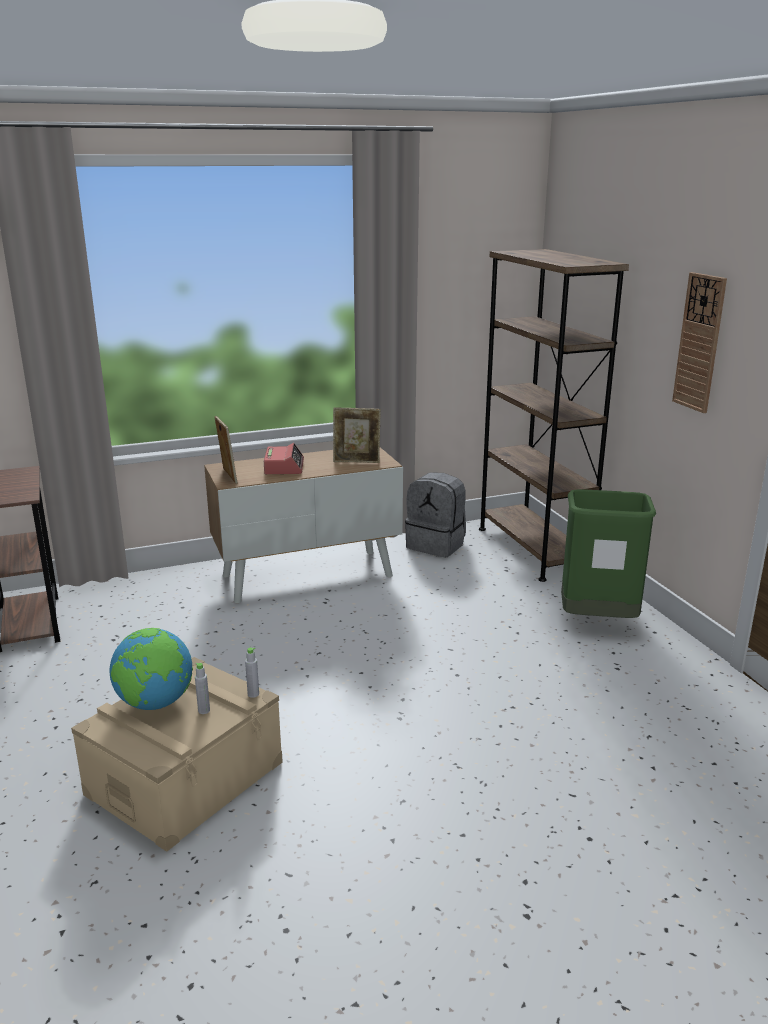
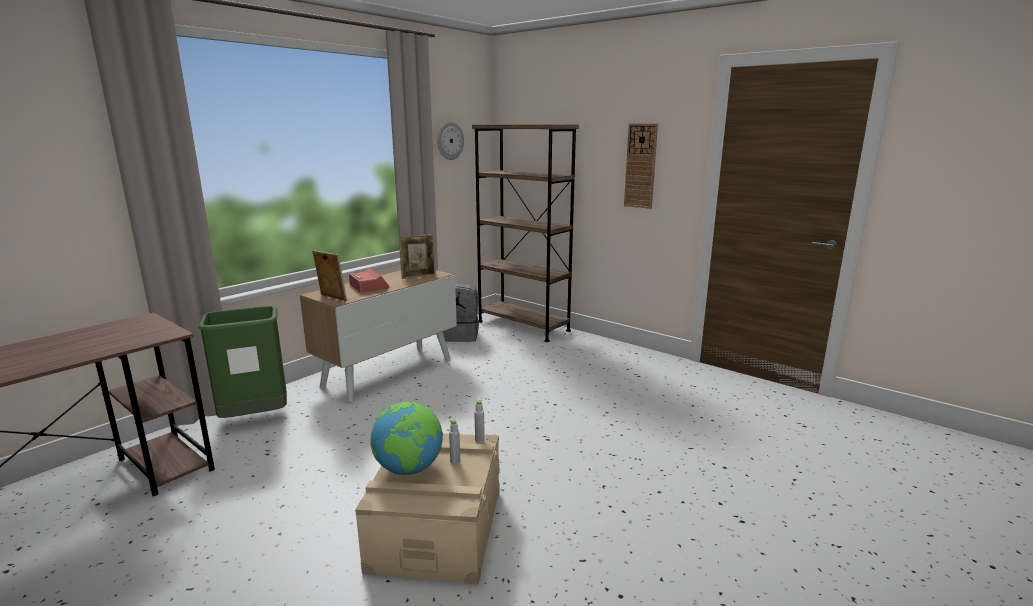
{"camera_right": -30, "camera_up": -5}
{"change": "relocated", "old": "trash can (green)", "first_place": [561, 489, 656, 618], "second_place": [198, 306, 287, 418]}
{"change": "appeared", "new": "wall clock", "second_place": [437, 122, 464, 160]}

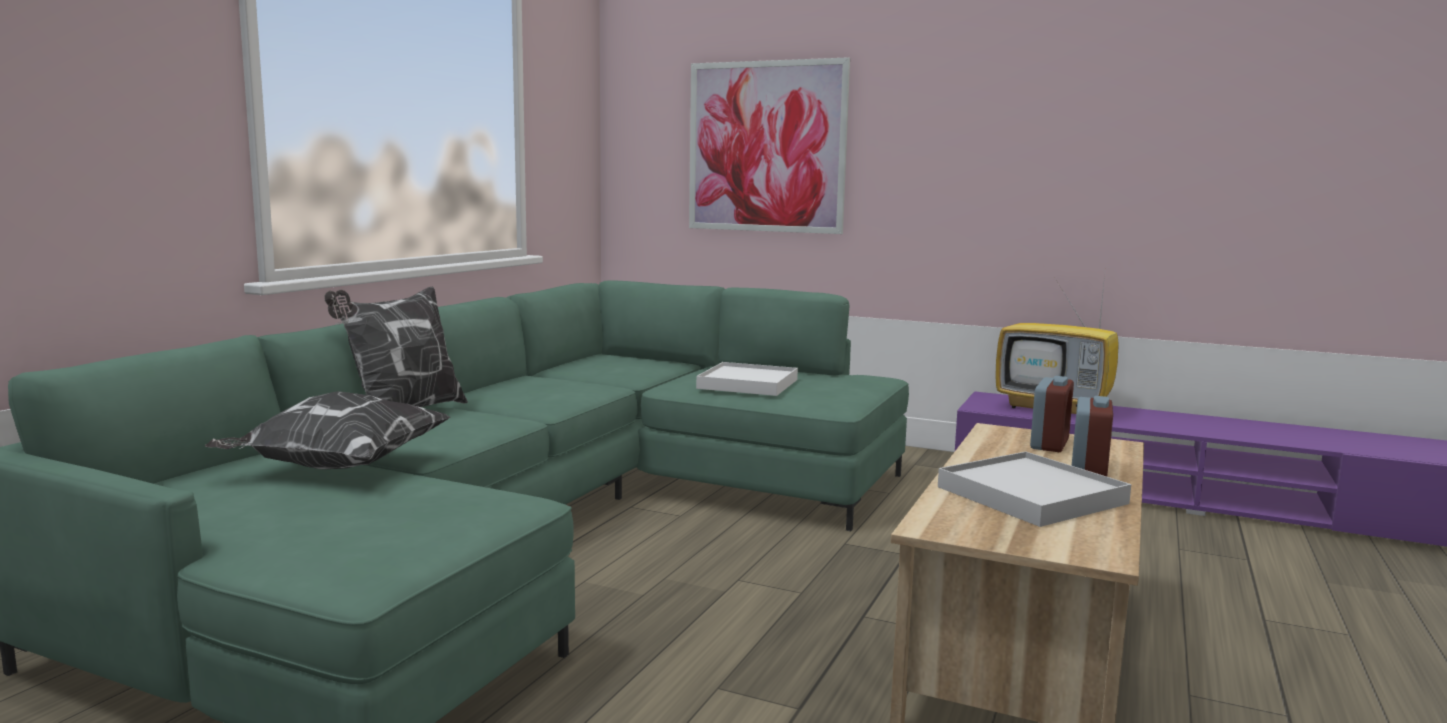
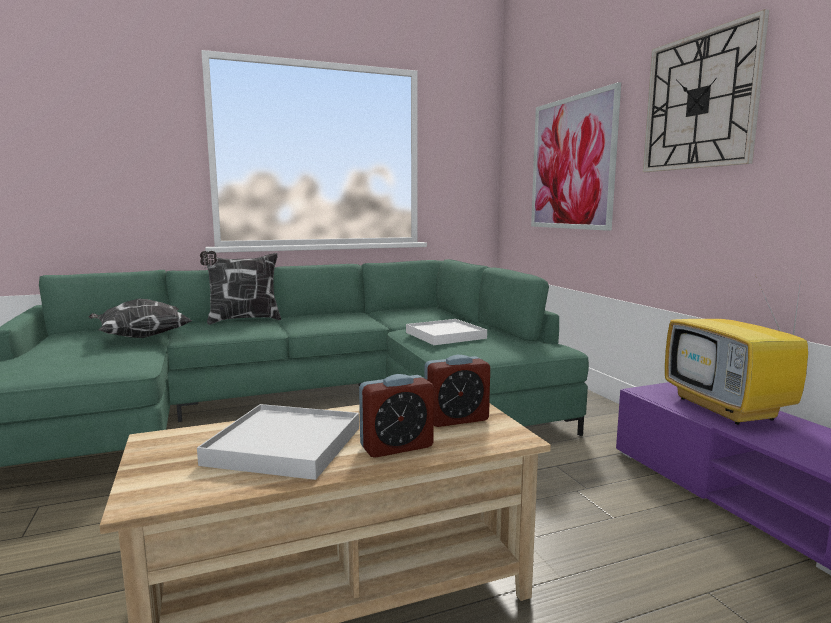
{"camera_right": 45, "camera_up": 0}
{"change": "appeared", "new": "wall clock", "second_place": [643, 9, 769, 172]}

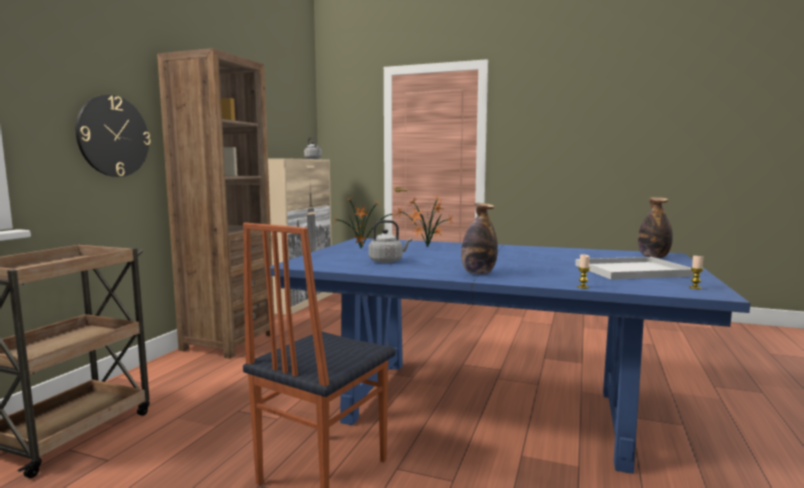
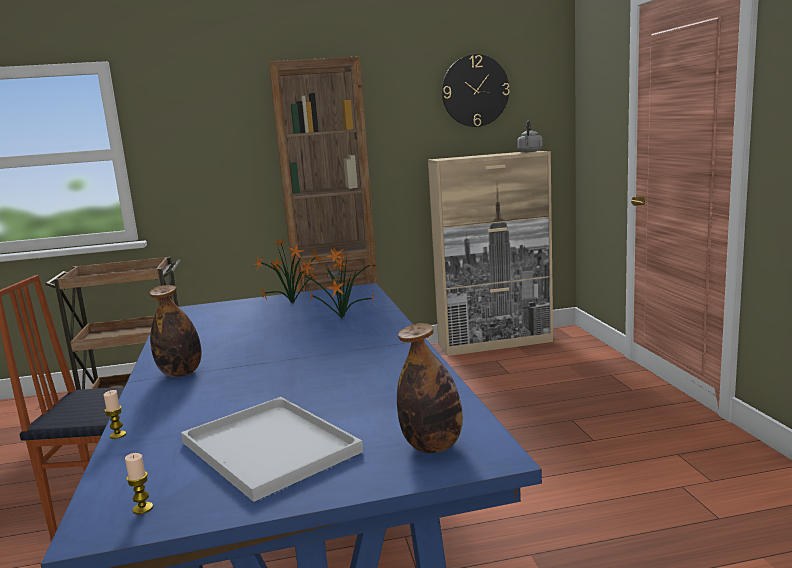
{"camera_right": 60, "camera_up": 5}
{"change": "relocated", "old": "wall clock", "first_place": [76, 95, 151, 177], "second_place": [442, 54, 510, 127]}
{"change": "missing", "old": "kettle (grey)", "first_place": [369, 220, 412, 263]}

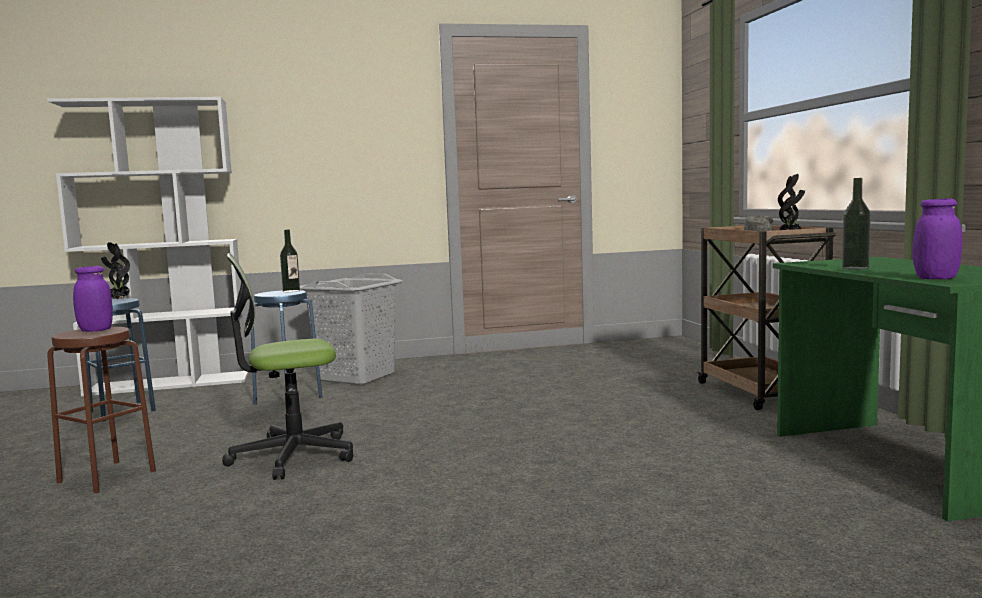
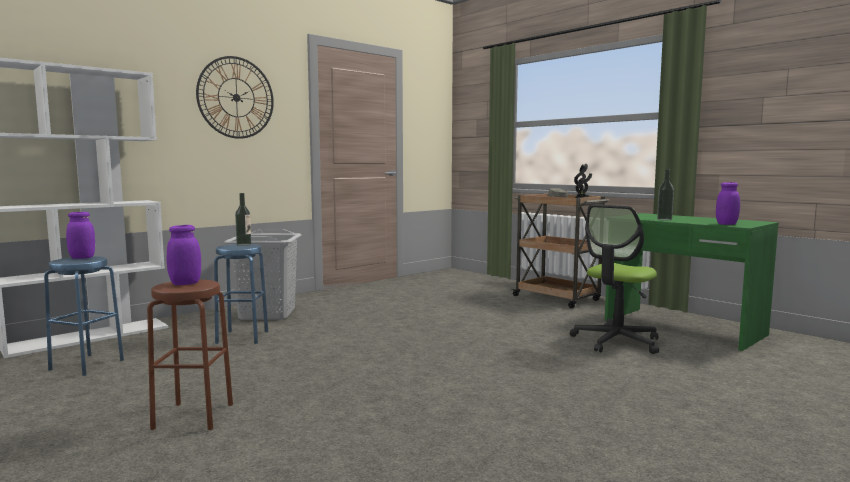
{"camera_right": -30, "camera_up": 0}
{"change": "exchanged", "old": "potted plant", "new": "jar (purple)", "first_place": [101, 242, 130, 300], "second_place": [66, 212, 95, 259]}
{"change": "appeared", "new": "wall clock", "second_place": [196, 56, 274, 139]}
{"change": "relocated", "old": "office chair", "first_place": [222, 253, 353, 480], "second_place": [570, 204, 659, 354]}

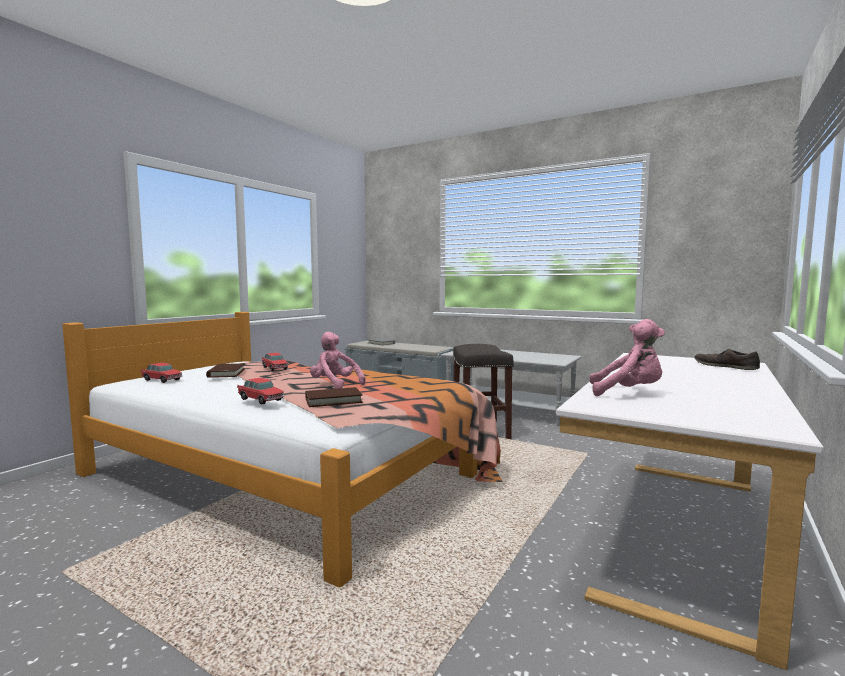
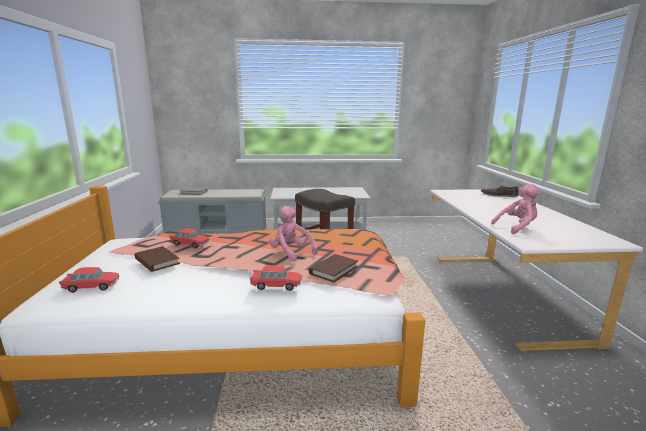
{"camera_right": -35, "camera_up": 10}
{"change": "spun", "old": "plush toy (pink)", "first_place": [310, 332, 366, 389], "second_place": [269, 206, 318, 261], "degrees": 45}

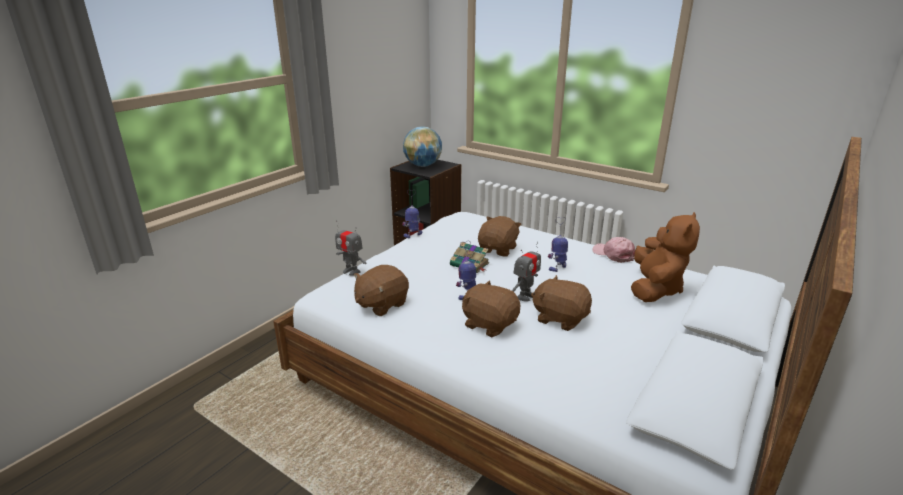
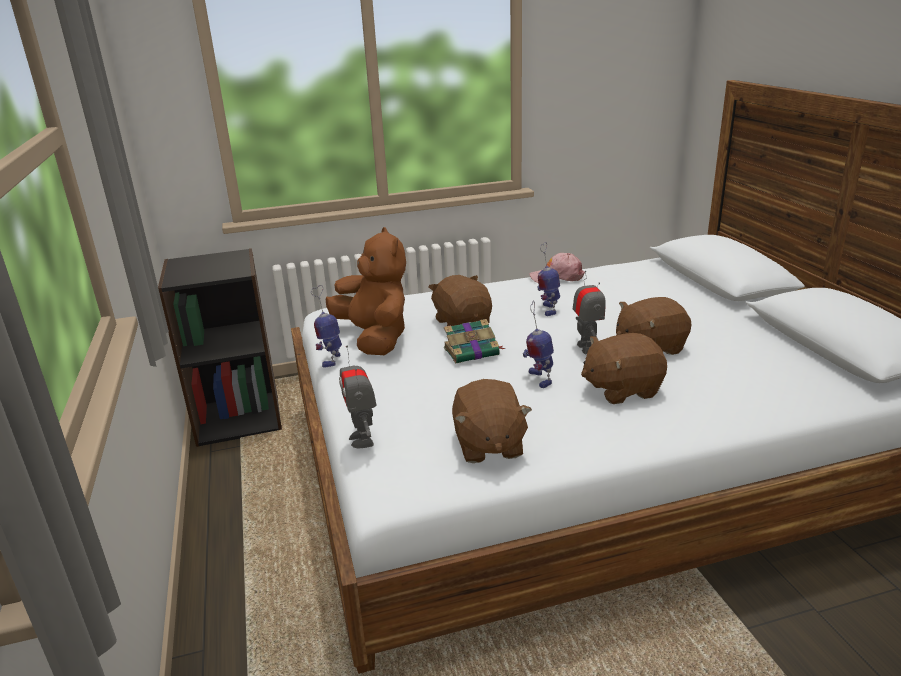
{"camera_right": -50, "camera_up": 0}
{"change": "relocated", "old": "plush toy (brown)", "first_place": [631, 212, 700, 302], "second_place": [325, 227, 406, 355]}
{"change": "spun", "old": "toy robot", "first_place": [335, 220, 367, 276], "second_place": [339, 345, 376, 448], "degrees": 90}
{"change": "missing", "old": "globe", "first_place": [403, 127, 442, 167]}

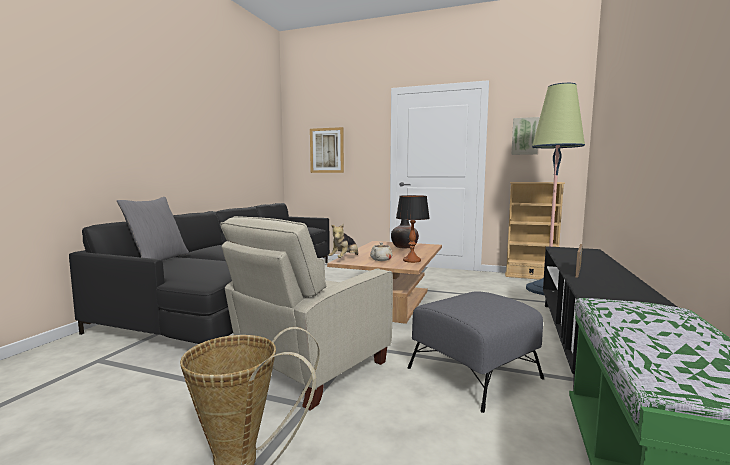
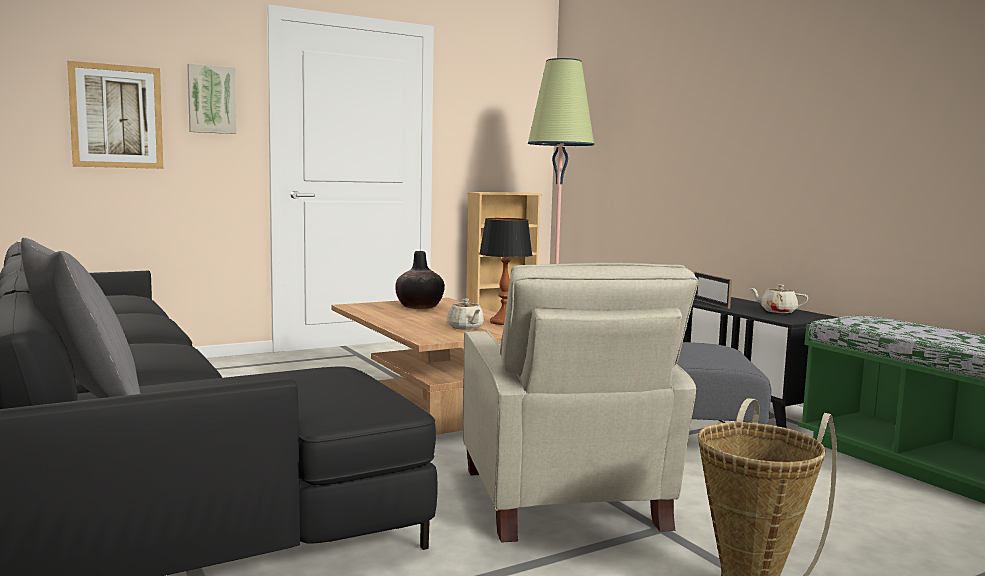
{"camera_right": -50, "camera_up": 0}
{"change": "relocated", "old": "picture", "first_place": [511, 117, 540, 155], "second_place": [187, 63, 237, 134]}
{"change": "appeared", "new": "teapot (beige)", "second_place": [750, 284, 808, 313]}
{"change": "missing", "old": "plush toy", "first_place": [329, 223, 358, 258]}

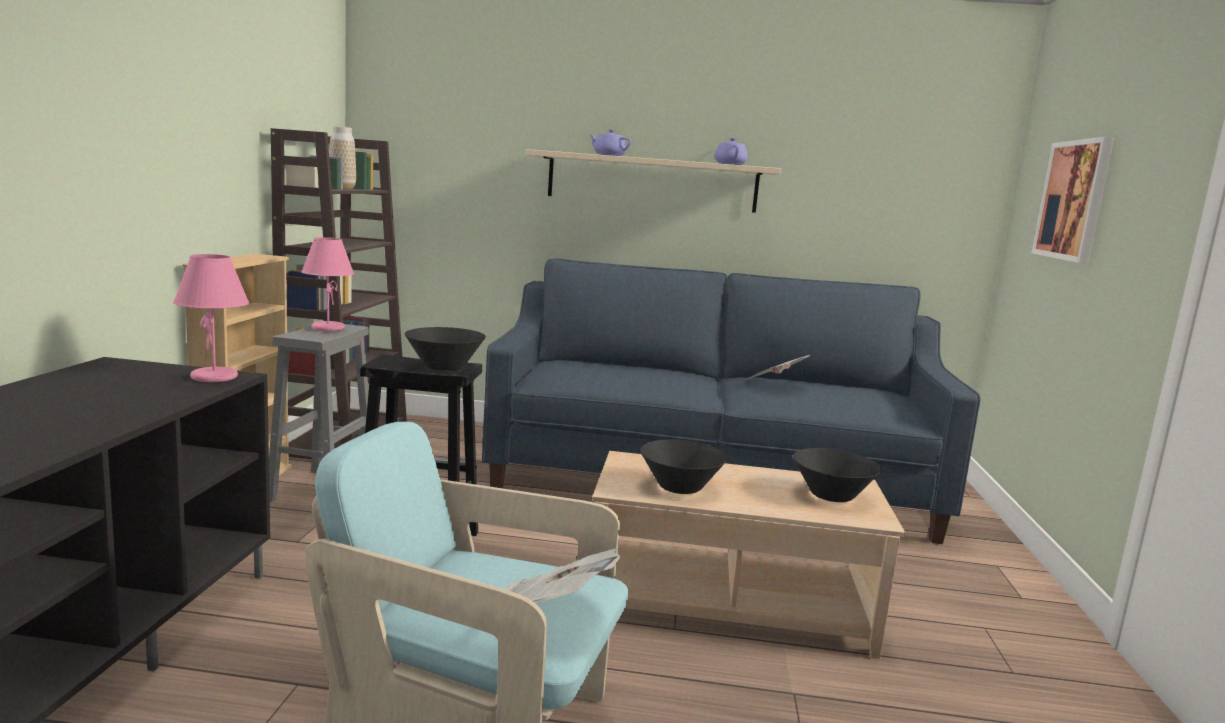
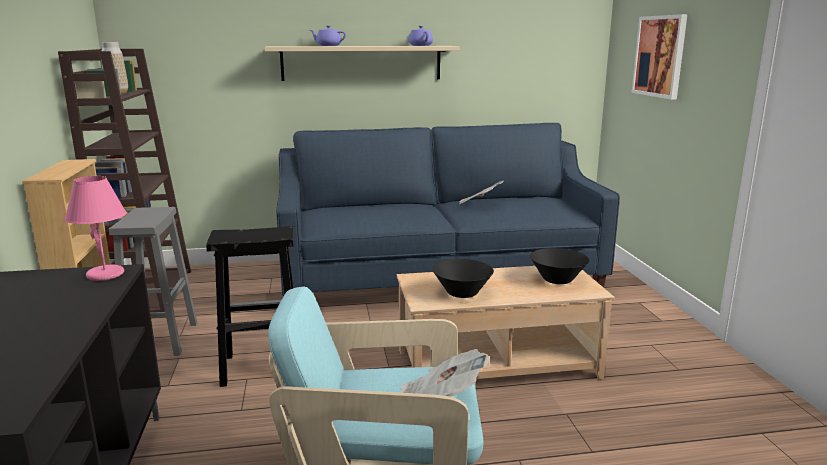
{"camera_right": -15, "camera_up": 5}
{"change": "missing", "old": "table lamp (pink)", "first_place": [301, 237, 354, 331]}
{"change": "missing", "old": "bowl (black)", "first_place": [404, 327, 486, 371]}

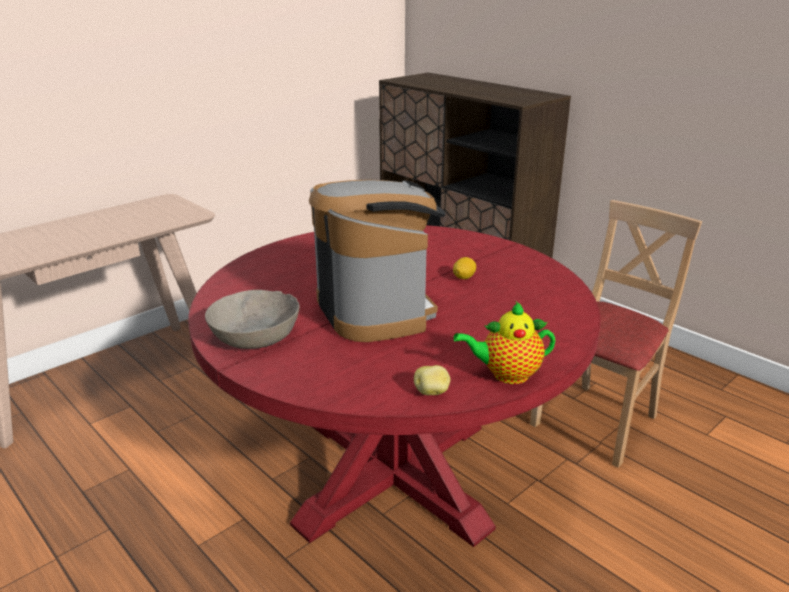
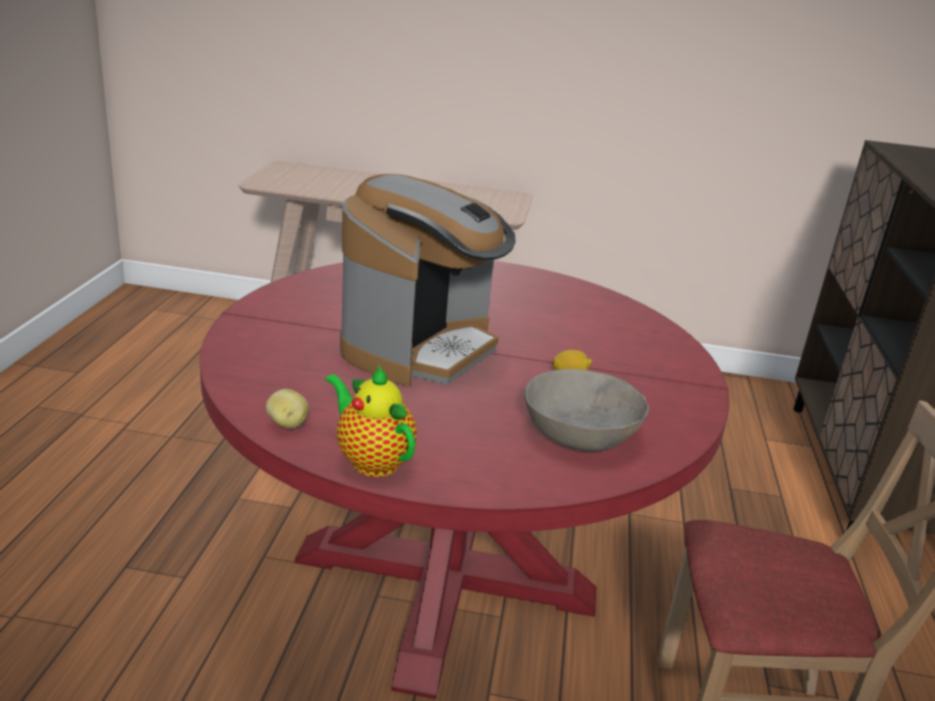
{"camera_right": 50, "camera_up": 0}
{"change": "relocated", "old": "bowl (grey)", "first_place": [205, 290, 300, 349], "second_place": [524, 369, 649, 452]}

